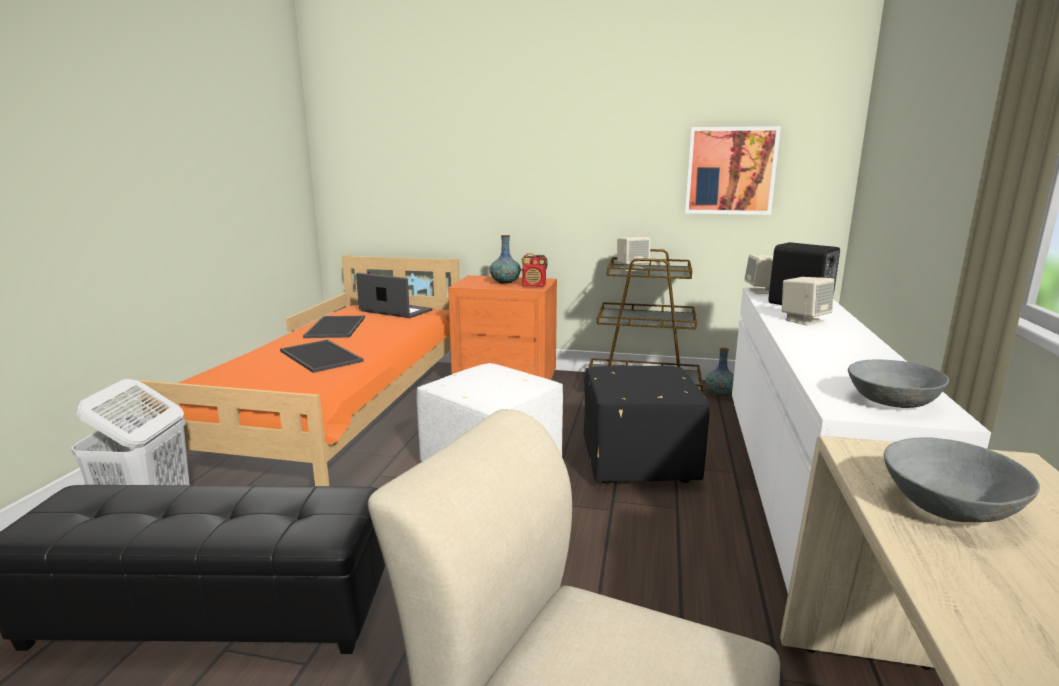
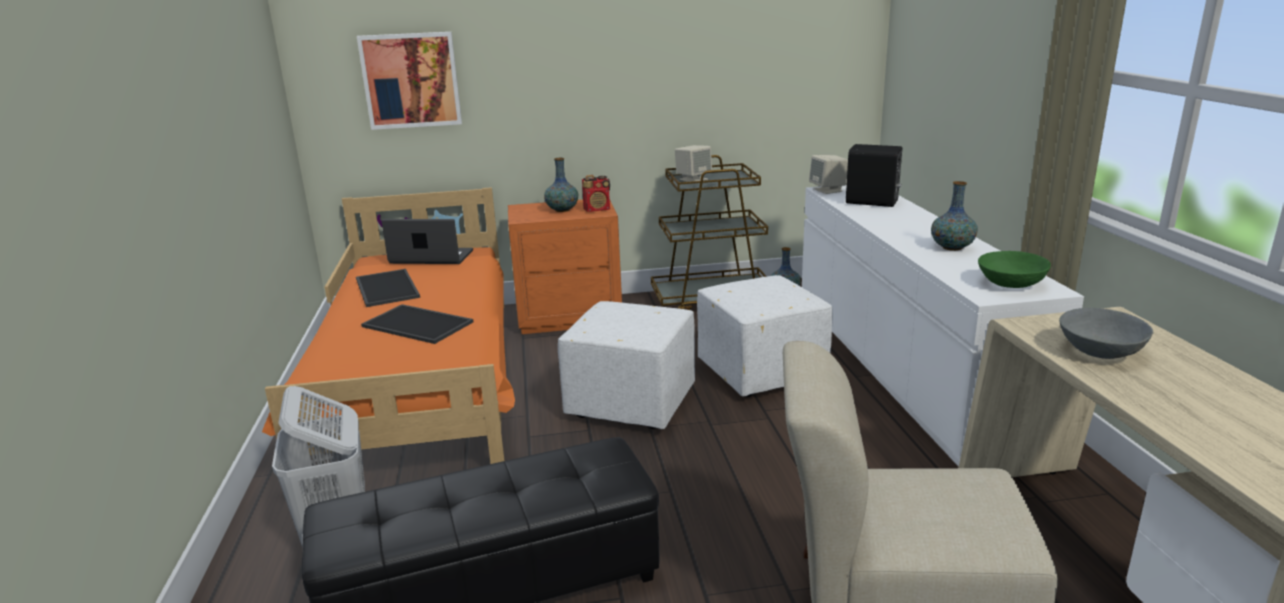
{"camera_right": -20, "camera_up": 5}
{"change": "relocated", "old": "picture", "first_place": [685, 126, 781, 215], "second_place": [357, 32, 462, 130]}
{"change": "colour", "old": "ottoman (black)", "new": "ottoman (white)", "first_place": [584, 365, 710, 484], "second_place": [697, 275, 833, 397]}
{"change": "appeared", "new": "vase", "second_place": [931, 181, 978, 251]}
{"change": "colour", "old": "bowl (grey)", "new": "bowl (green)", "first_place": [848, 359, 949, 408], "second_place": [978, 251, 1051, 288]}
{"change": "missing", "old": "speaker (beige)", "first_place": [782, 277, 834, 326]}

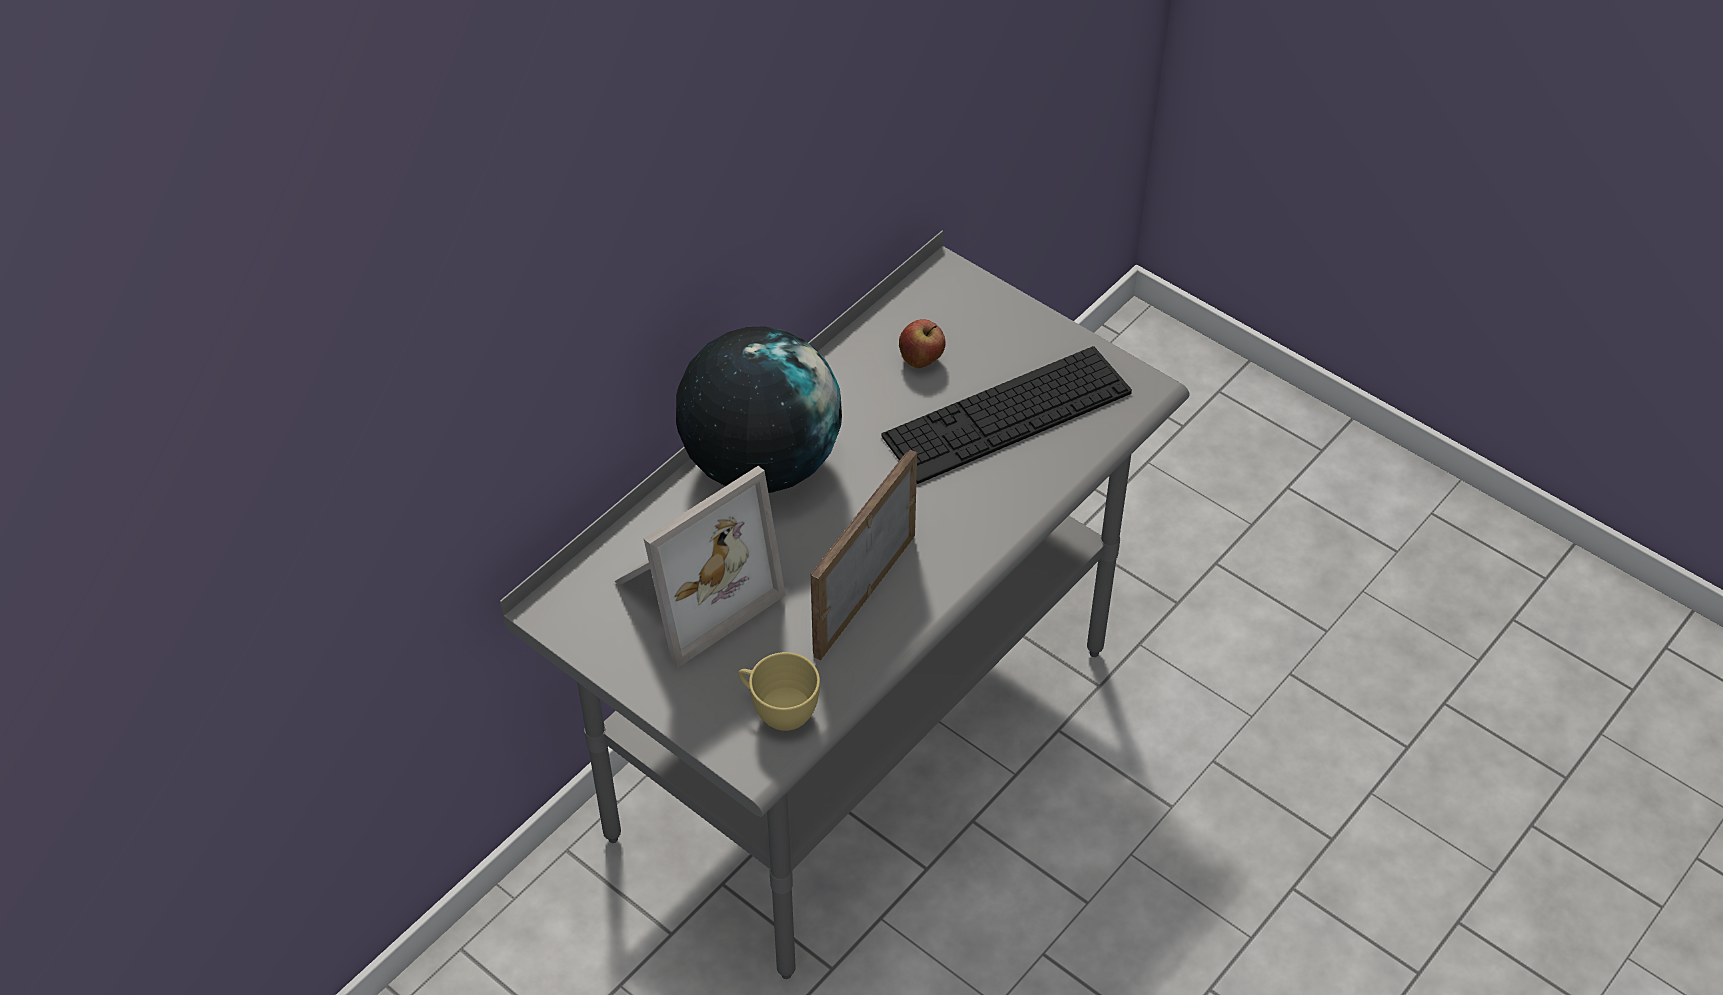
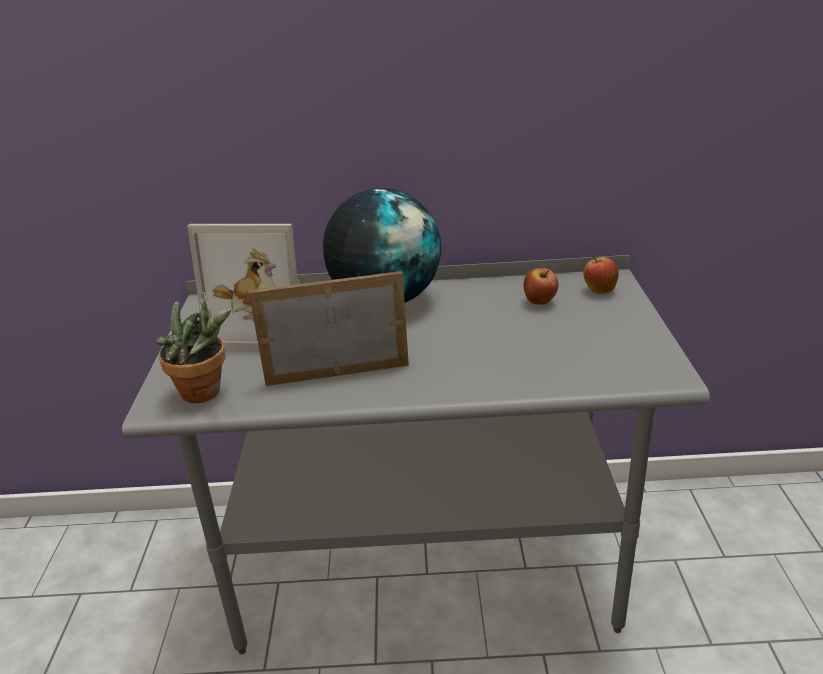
{"camera_right": 50, "camera_up": -20}
{"change": "exchanged", "old": "cup (yellow)", "new": "potted plant", "first_place": [738, 652, 820, 731], "second_place": [156, 288, 231, 403]}
{"change": "appeared", "new": "apple", "second_place": [583, 254, 619, 294]}
{"change": "missing", "old": "keyboard", "first_place": [881, 346, 1132, 484]}

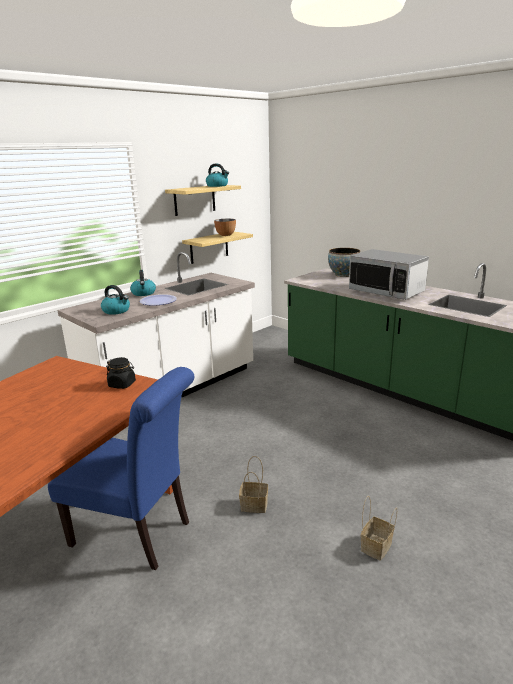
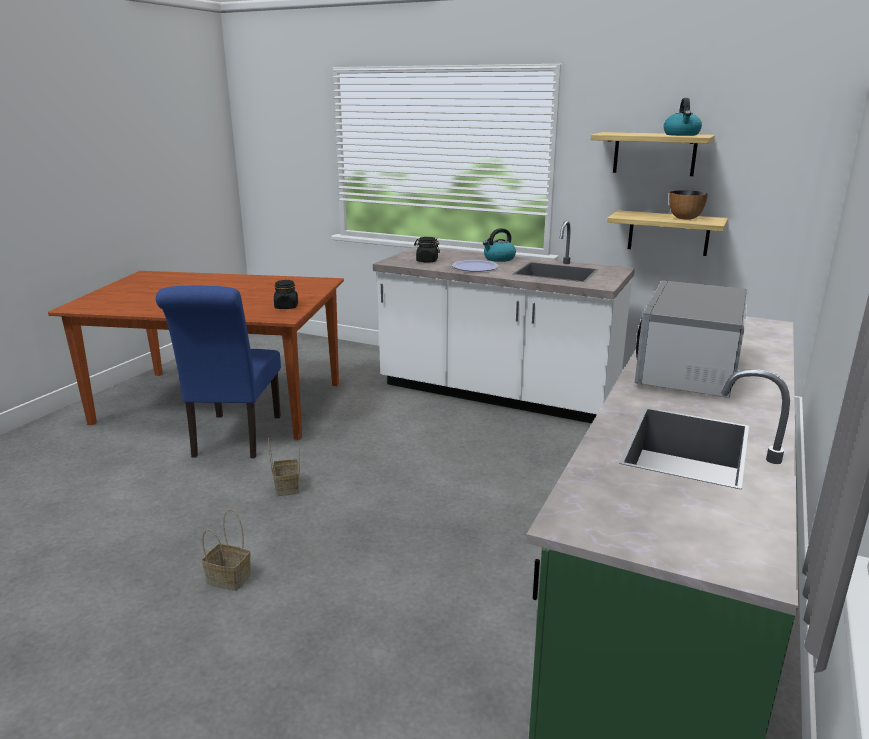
{"camera_right": 70, "camera_up": 0}
{"change": "exchanged", "old": "kettle", "new": "jar (black)", "first_place": [101, 285, 130, 315], "second_place": [414, 237, 440, 263]}
{"change": "missing", "old": "bowl", "first_place": [328, 248, 360, 277]}

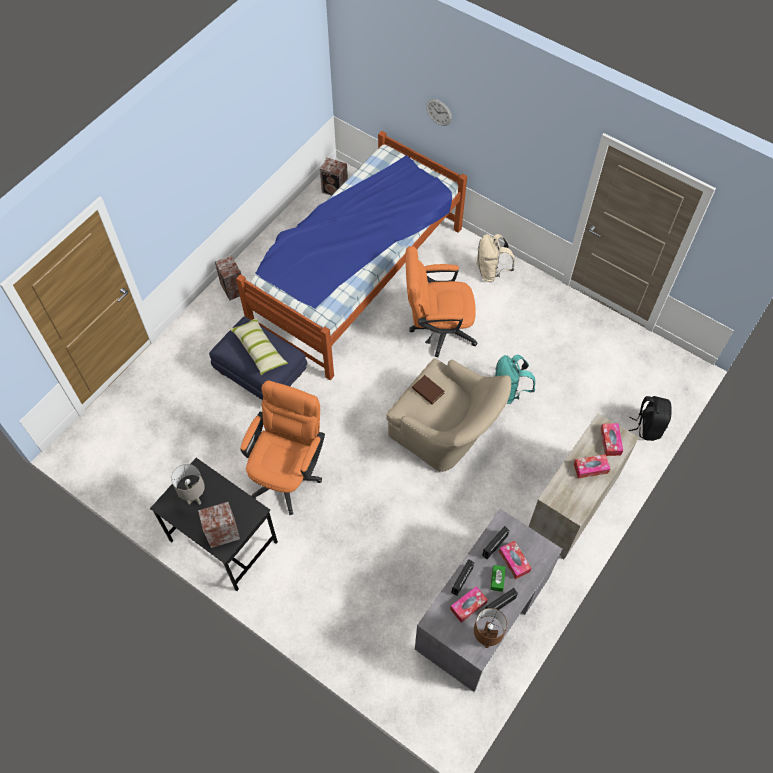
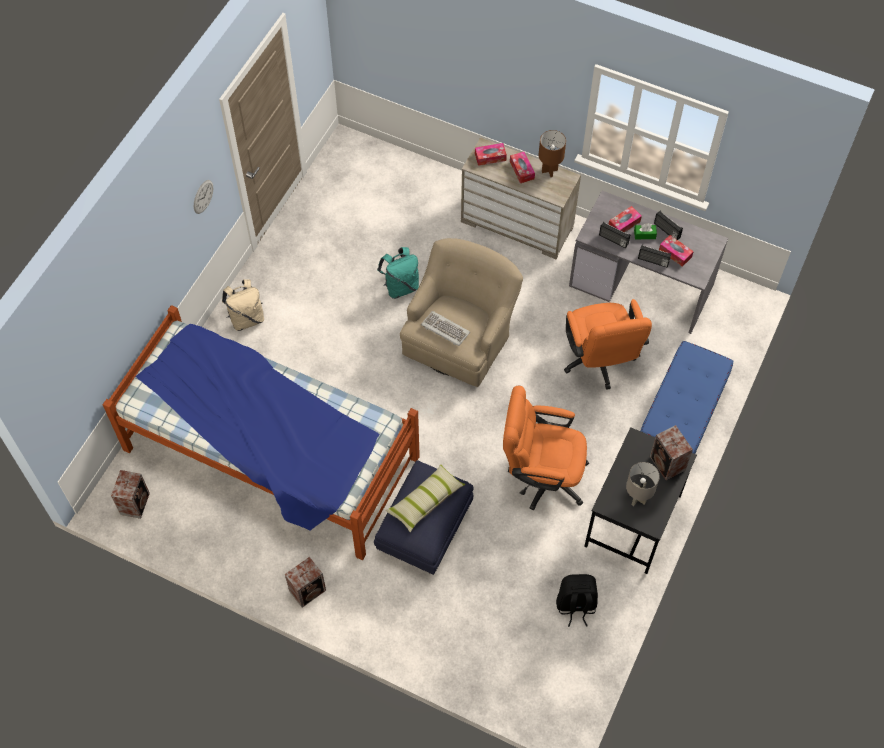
{"camera_right": -100, "camera_up": 0}
{"change": "relocated", "old": "wall clock", "first_place": [426, 99, 452, 126], "second_place": [194, 180, 213, 214]}
{"change": "exchanged", "old": "book (brown)", "new": "keyboard", "first_place": [412, 375, 445, 405], "second_place": [421, 311, 470, 346]}
{"change": "relocated", "old": "table lamp (brown)", "first_place": [474, 608, 507, 648], "second_place": [539, 130, 566, 177]}
{"change": "relocated", "old": "backpack (black)", "first_place": [629, 396, 671, 441], "second_place": [556, 574, 598, 627]}
{"change": "relocated", "old": "office chair (orange)", "first_place": [406, 246, 478, 357], "second_place": [564, 299, 652, 390]}
{"change": "appeared", "new": "bench (blue)", "second_place": [641, 341, 733, 454]}

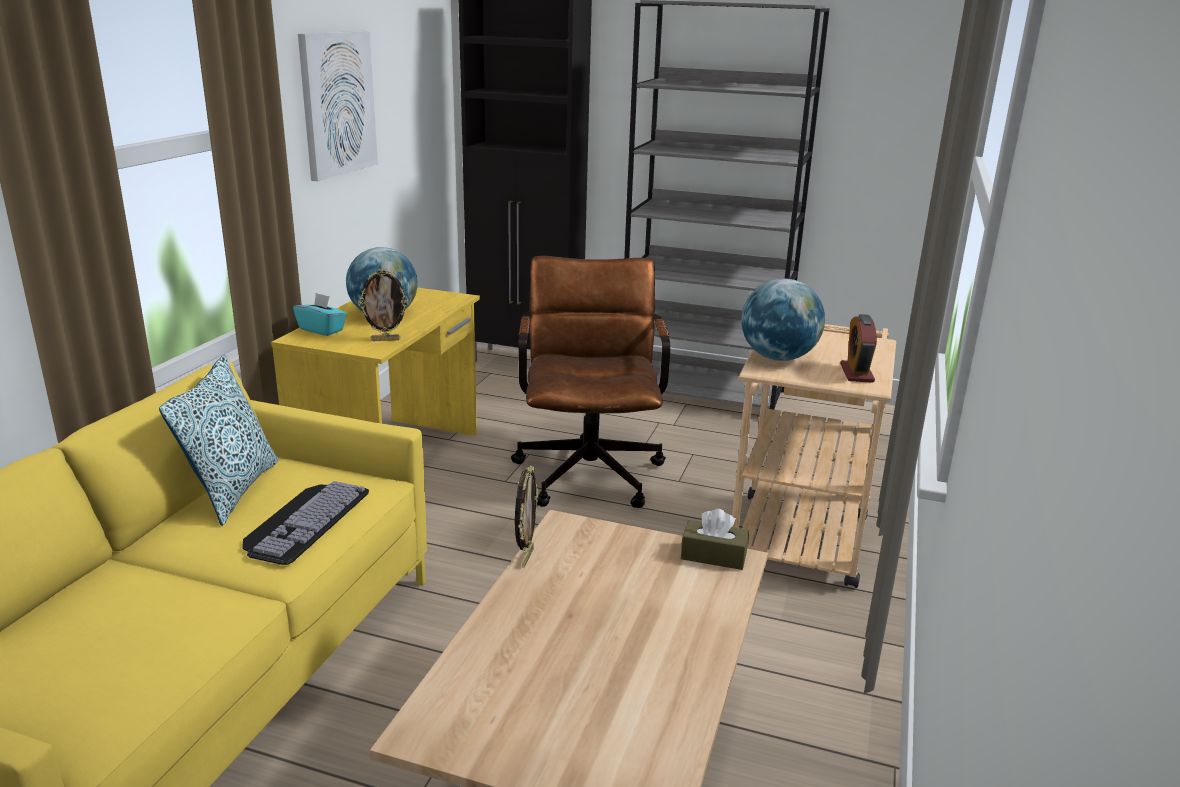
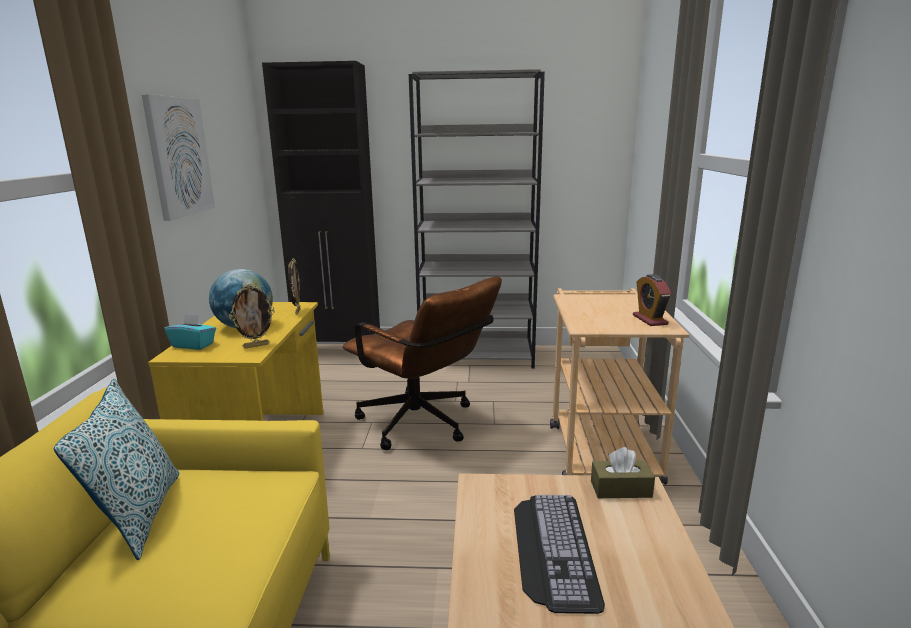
{"camera_right": -15, "camera_up": -5}
{"change": "relocated", "old": "picture frame", "first_place": [515, 466, 538, 568], "second_place": [288, 258, 300, 315]}
{"change": "spun", "old": "office chair (brown)", "first_place": [511, 256, 670, 508], "second_place": [343, 277, 502, 450], "degrees": 150}
{"change": "relocated", "old": "keyboard", "first_place": [242, 481, 369, 565], "second_place": [514, 495, 605, 614]}
{"change": "missing", "old": "globe", "first_place": [741, 278, 825, 361]}

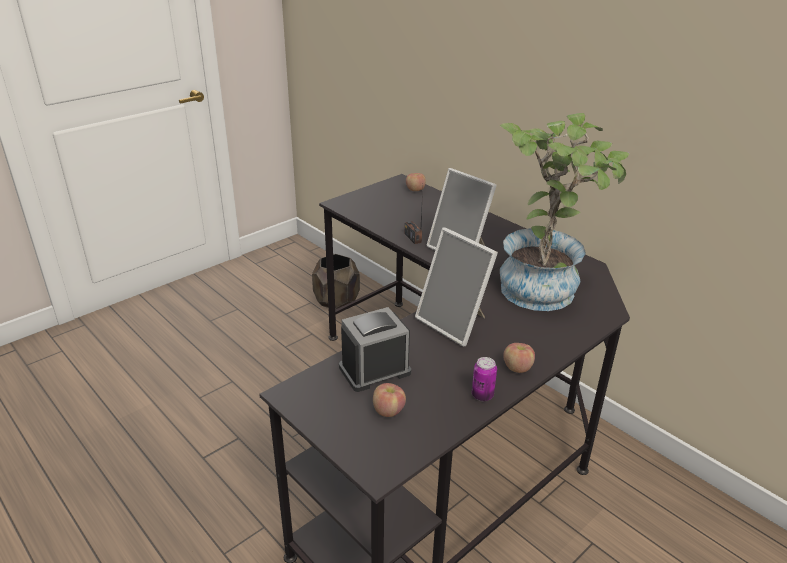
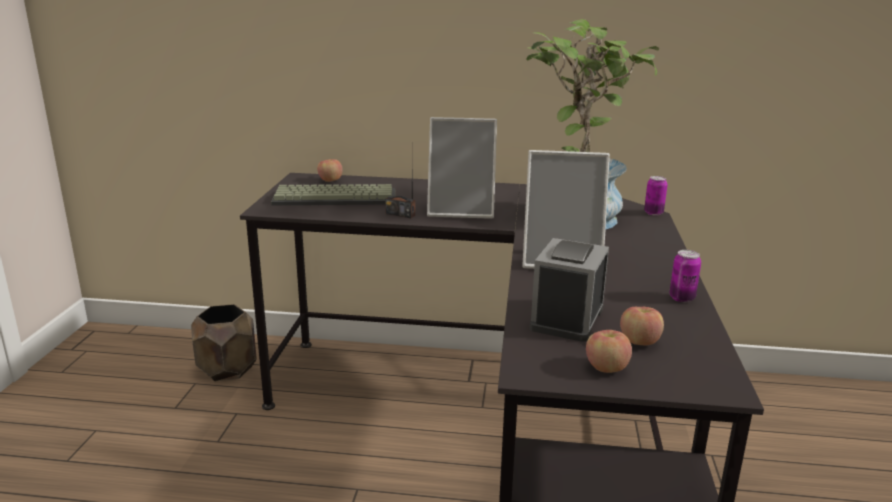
{"camera_right": -40, "camera_up": -10}
{"change": "appeared", "new": "keyboard", "second_place": [271, 184, 395, 206]}
{"change": "relocated", "old": "apple", "first_place": [503, 343, 535, 373], "second_place": [586, 330, 632, 373]}
{"change": "appeared", "new": "can", "second_place": [644, 176, 668, 216]}

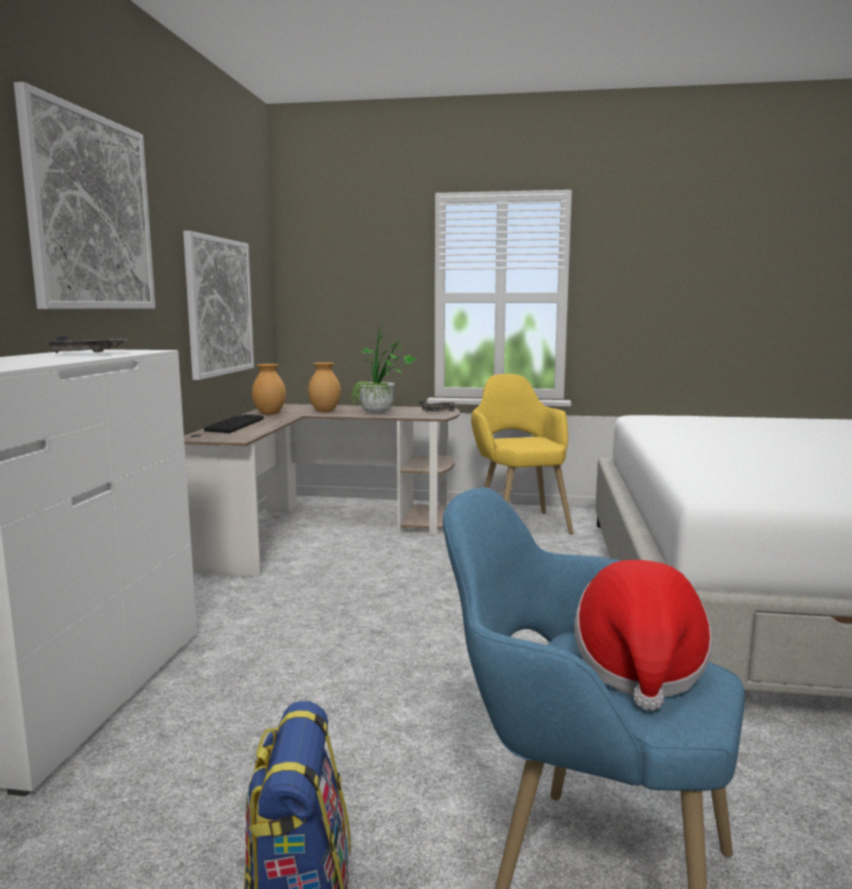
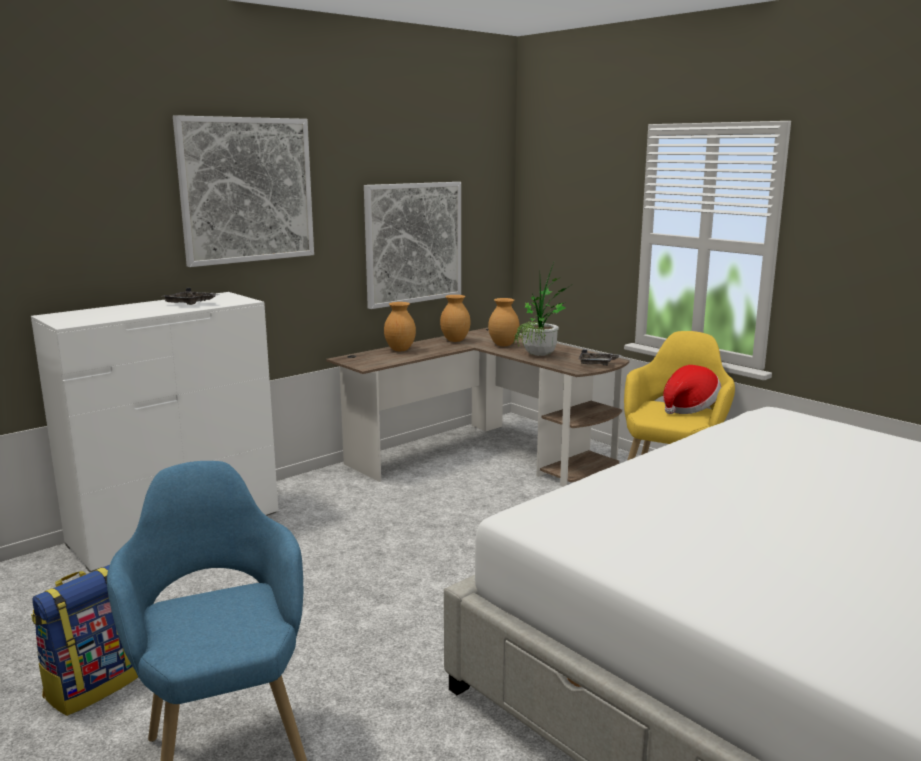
{"camera_right": 40, "camera_up": 5}
{"change": "exchanged", "old": "keyboard", "new": "vase (brown)", "first_place": [204, 414, 264, 433], "second_place": [384, 302, 416, 351]}
{"change": "relocated", "old": "hat", "first_place": [574, 560, 712, 711], "second_place": [663, 365, 721, 414]}

